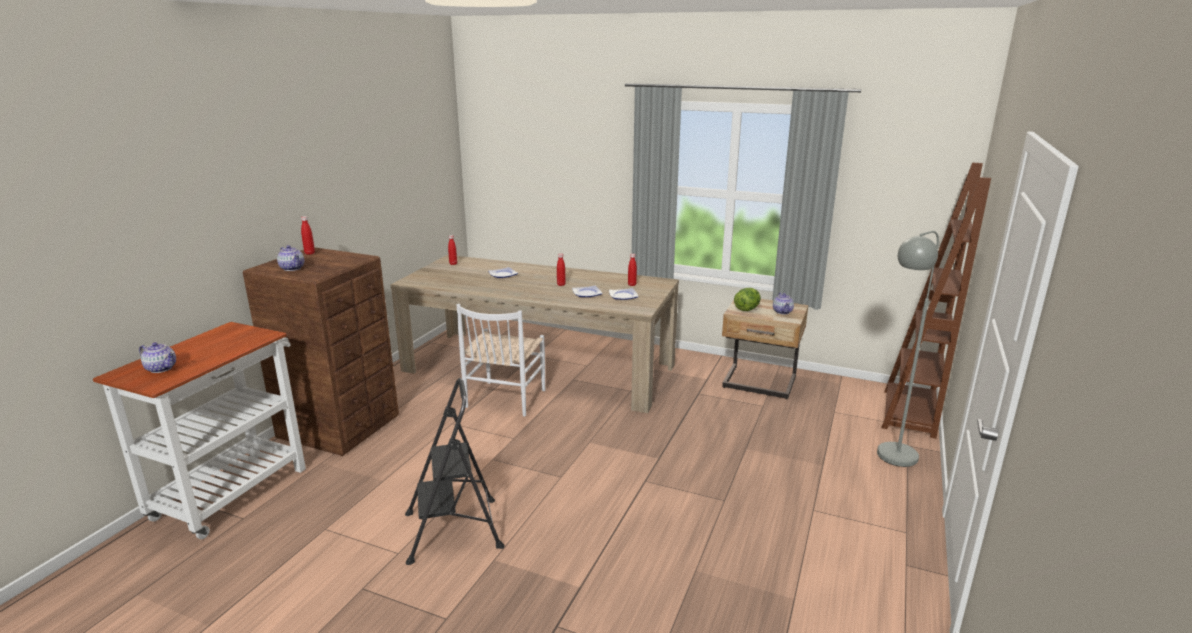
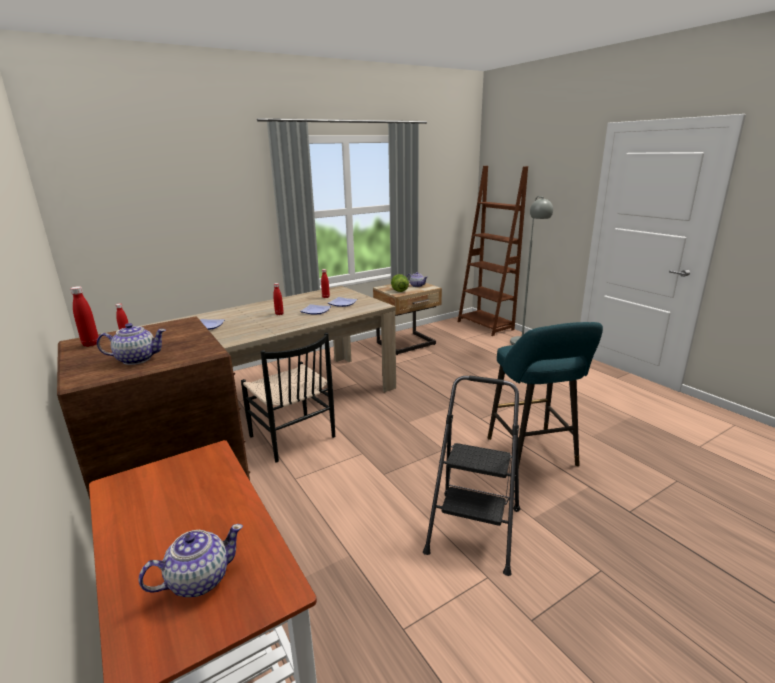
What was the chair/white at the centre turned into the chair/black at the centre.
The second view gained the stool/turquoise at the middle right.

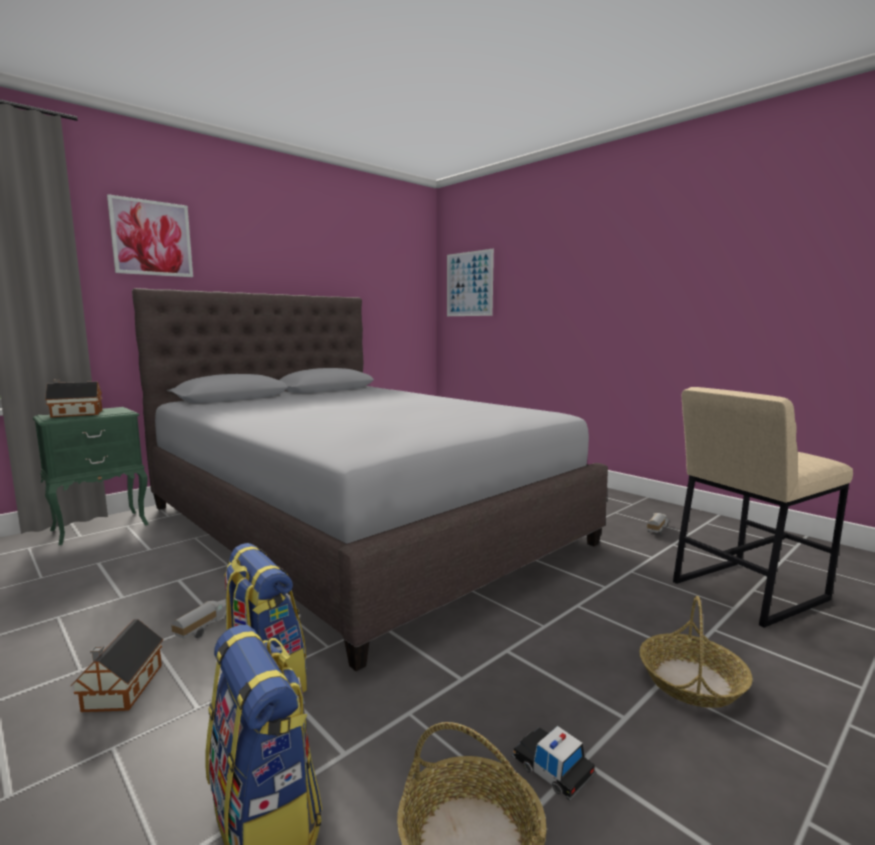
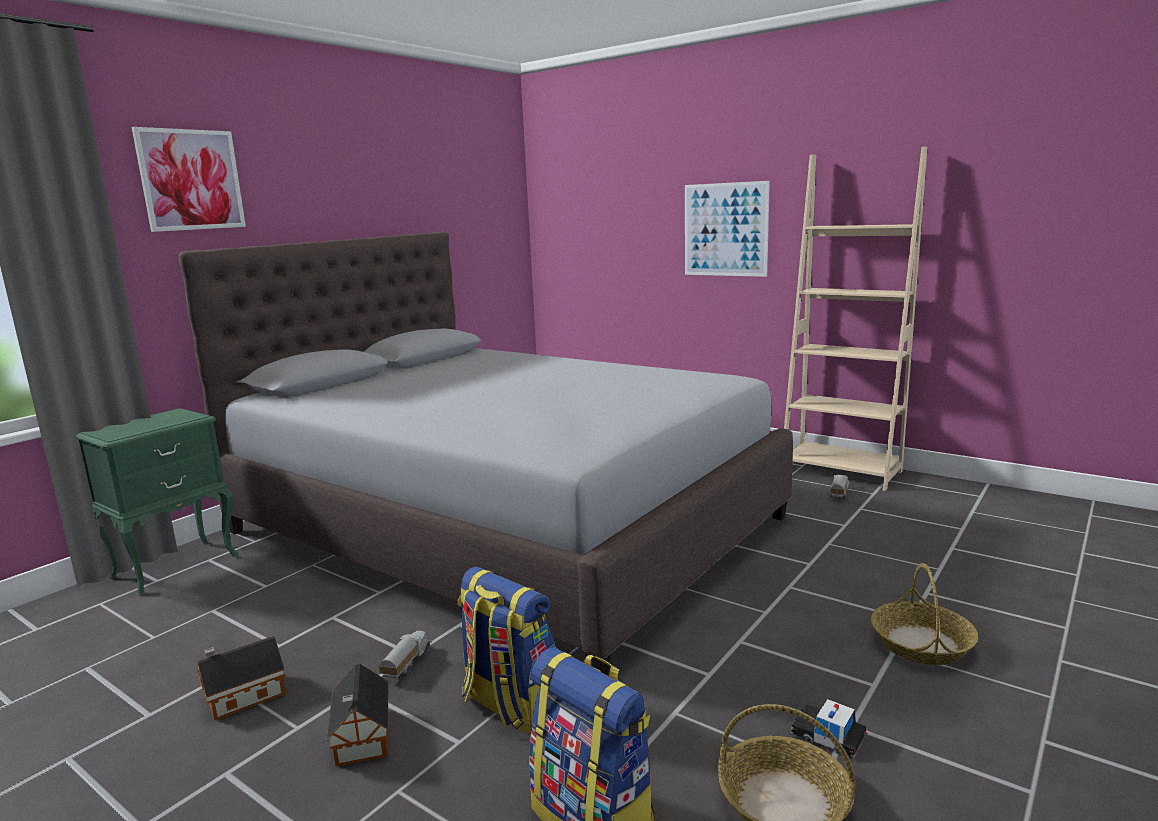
The toy house (1st from left) ended up elsewhere, having gone from the middle left to the bottom left.
The picture (2nd from left) ended up elsewhere, having gone from the centre to the top centre.
The second view lost the chair/beige at the middle right.
The second view gained the bookcase/beige at the middle right.

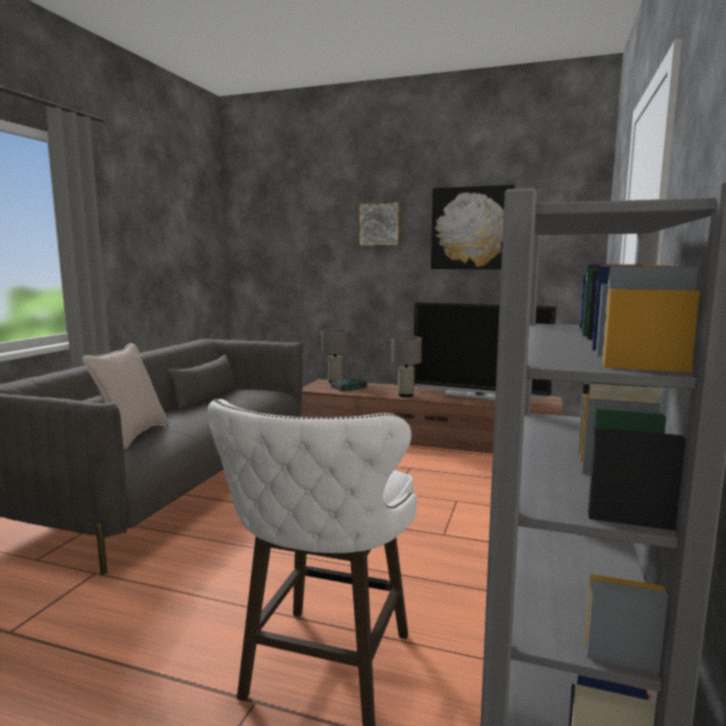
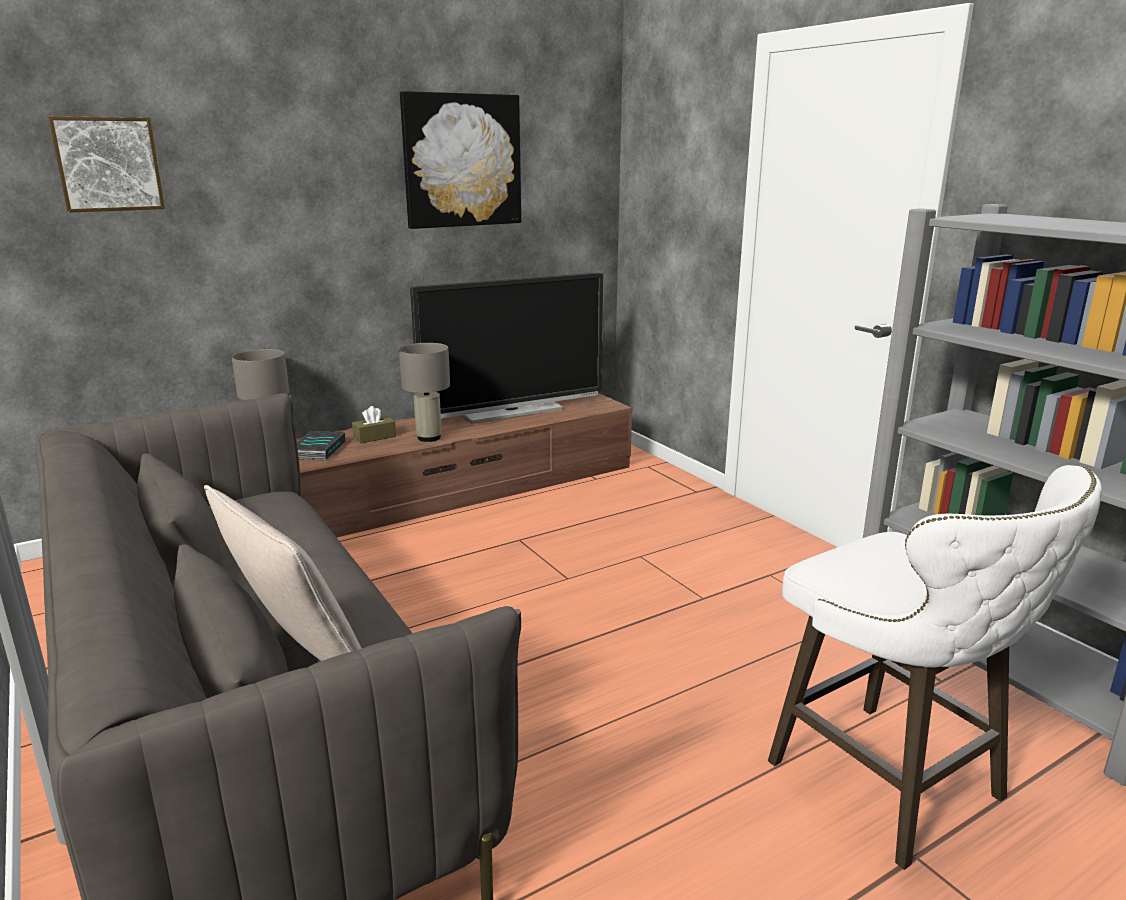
The picture (1st from left) ended up elsewhere, having gone from the top centre to the top left.
The second view gained the tissue box/brown at the middle left.

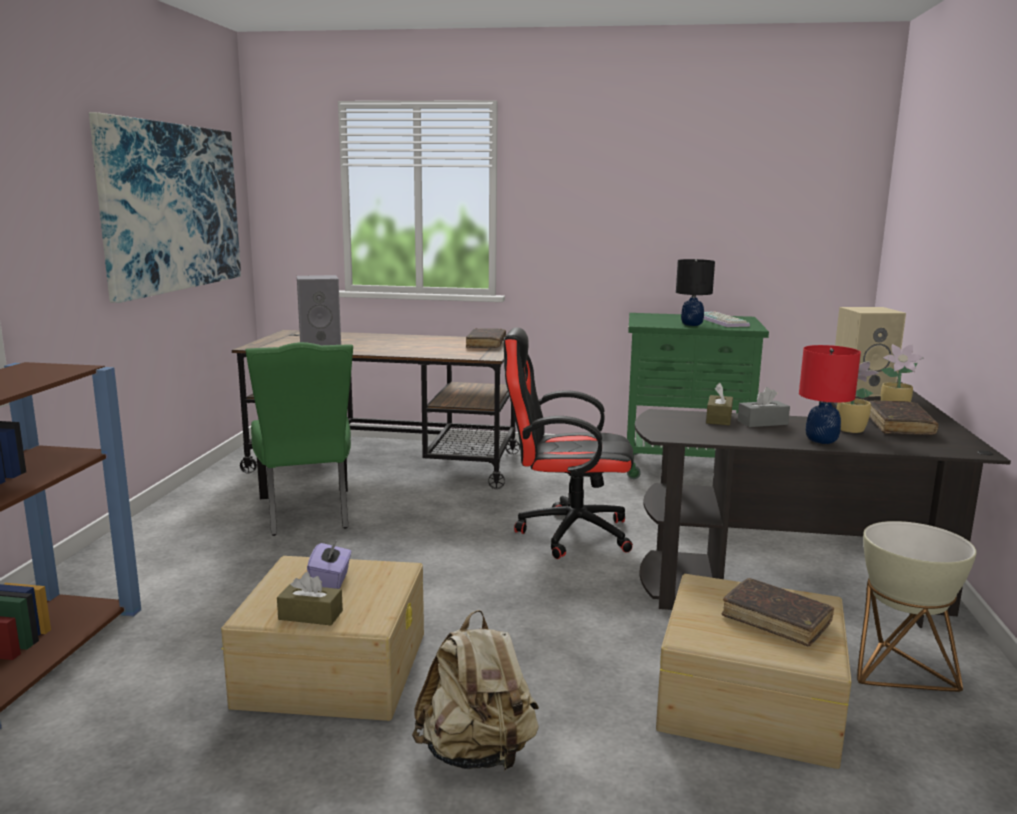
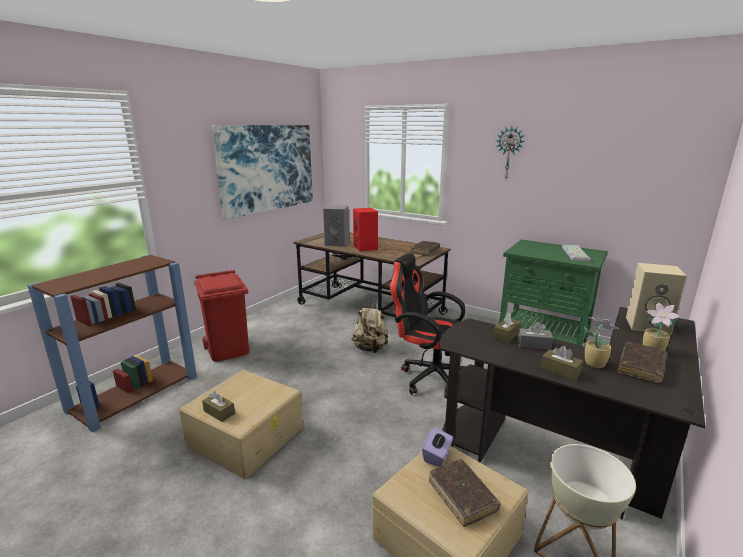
The second view lost the chair/green at the middle left.
The tissue box/purple ended up elsewhere, having gone from the bottom left to the bottom centre.
The backpack/beige ended up elsewhere, having gone from the bottom centre to the centre.
The second view lost the table lamp/black at the middle right.
Where the table lamp/red stood at the middle right, the tissue box/brown (3rd from left) came to stand at the middle right.
The second view gained the trash can/red at the middle left.
The second view gained the speaker/red at the centre.
The second view gained the wall clock at the top right.

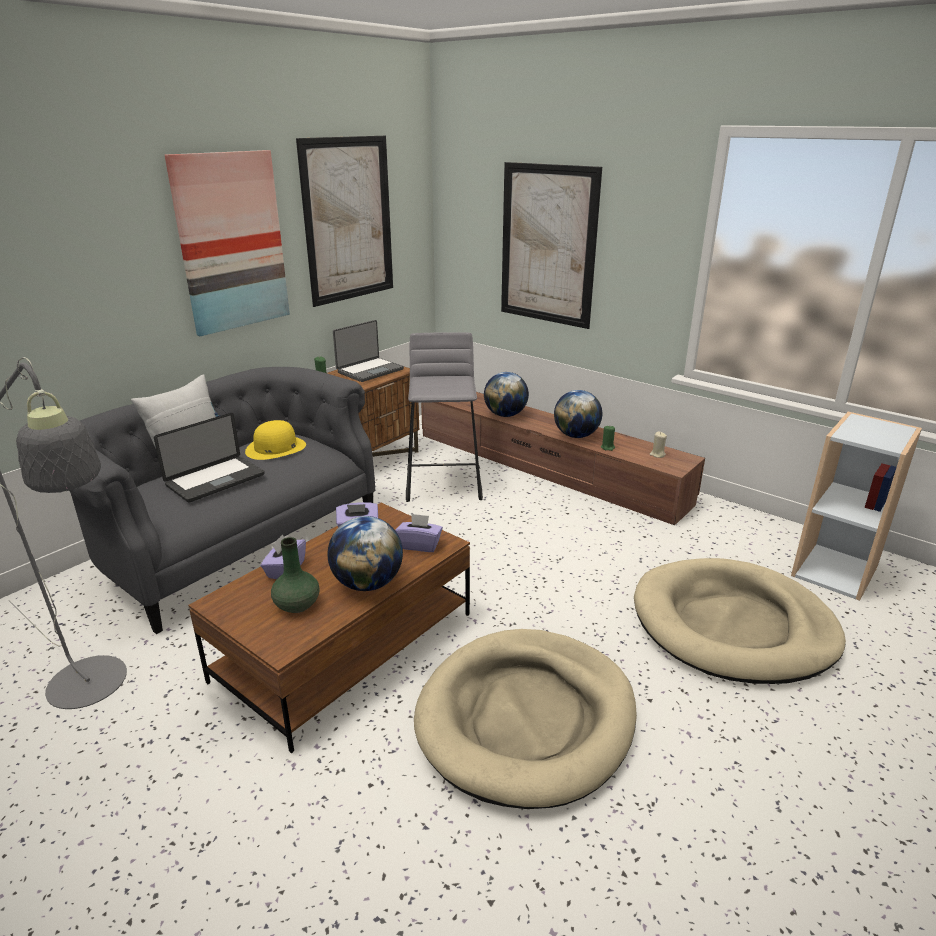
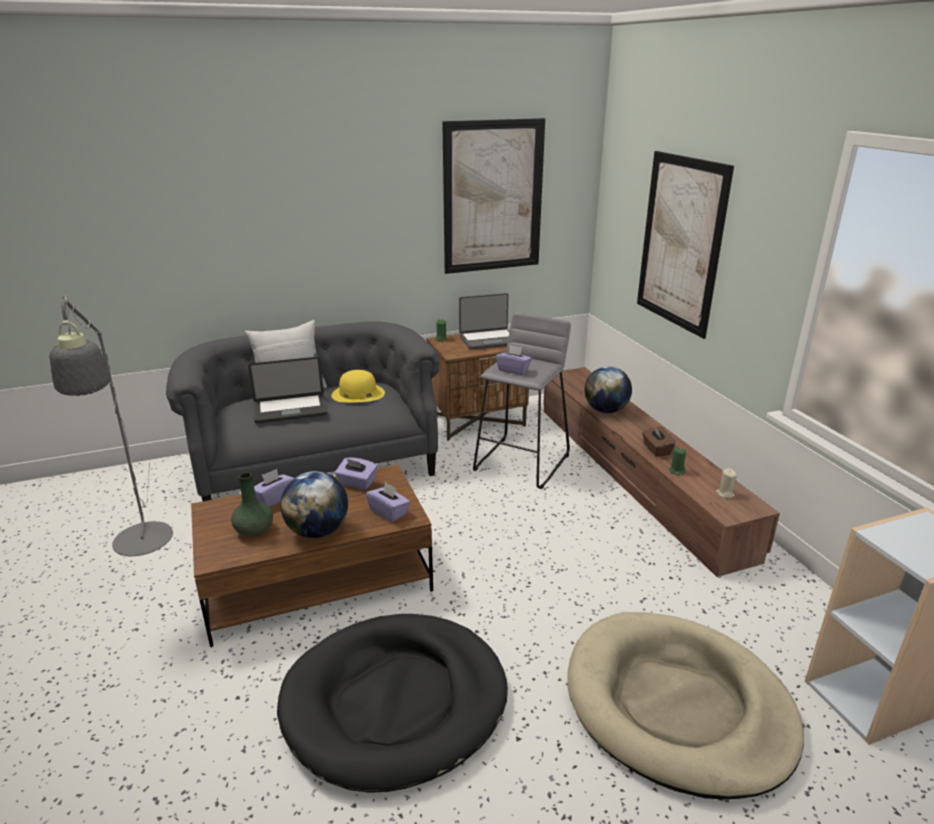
The second view lost the picture (1st from left) at the top left.
What was the dog bed/beige (1st from left) at the bottom centre turned into the dog bed/black at the bottom centre.
Where the globe (3rd from left) stood at the centre, the tissue box/brown came to stand at the middle right.
The second view gained the tissue box/purple (4th from left) at the centre.

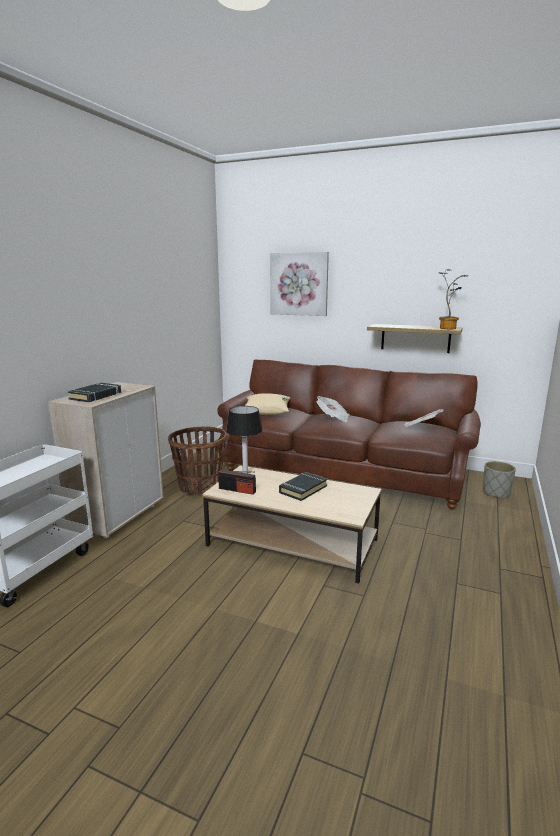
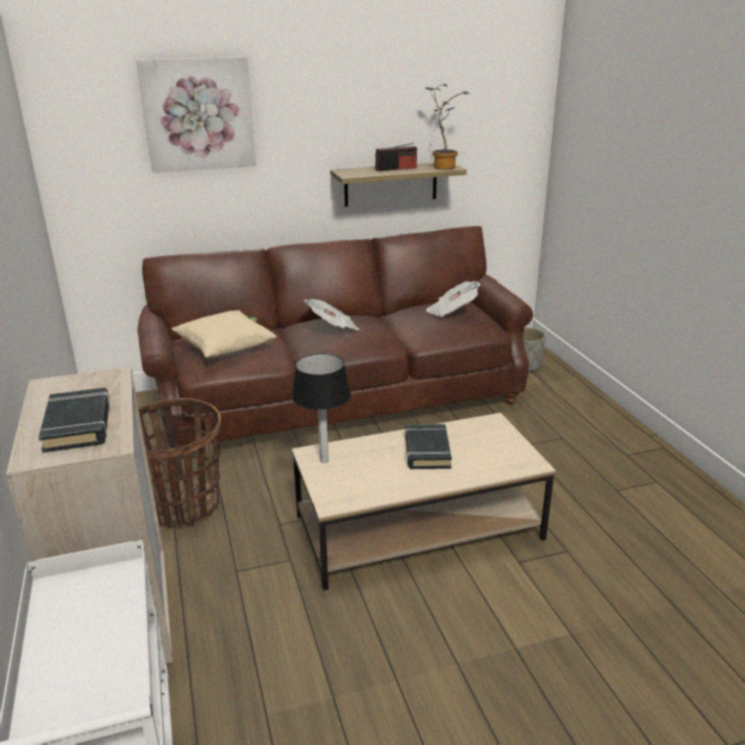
The radio ended up elsewhere, having gone from the centre to the top centre.

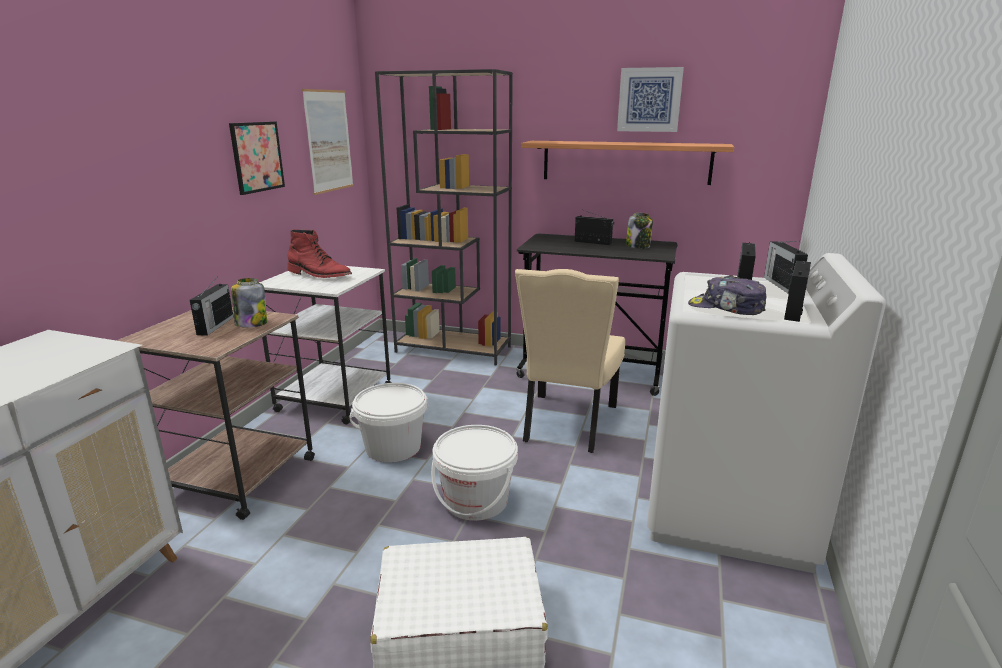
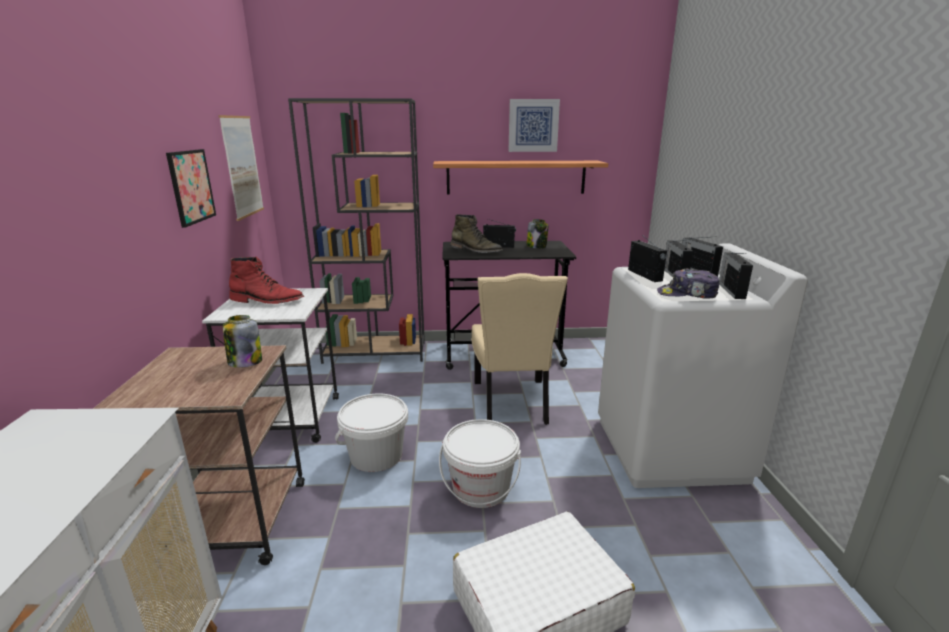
The radio (1st from left in the first image) ended up elsewhere, having gone from the middle left to the middle right.
The second view gained the boot/green at the centre.

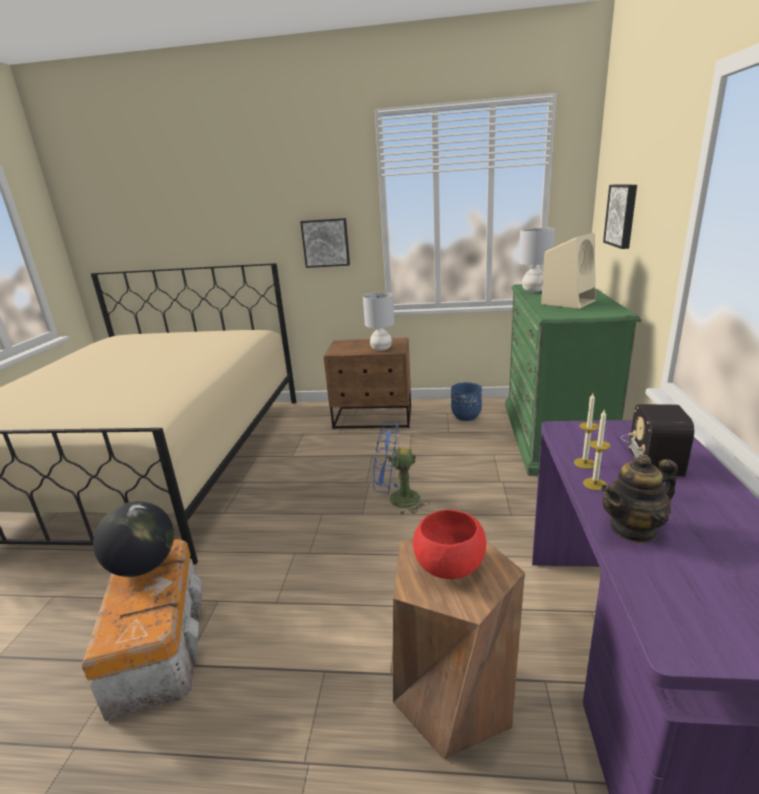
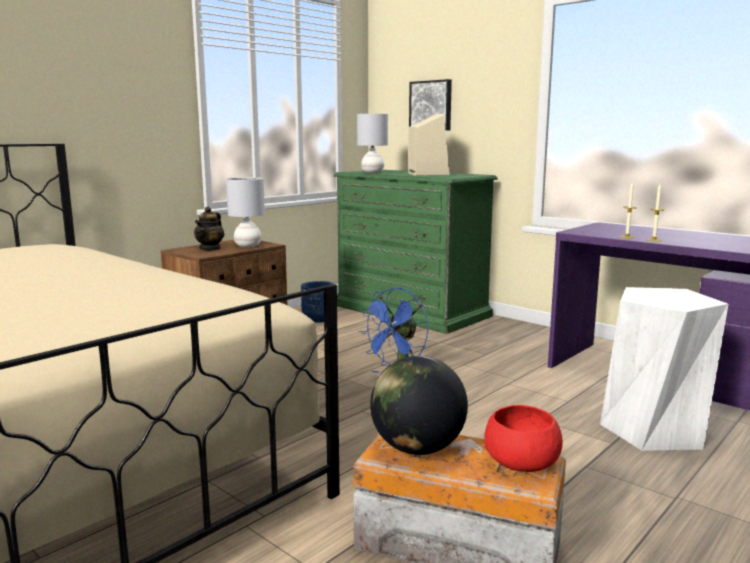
The second view lost the picture (1st from left) at the top centre.
What was the stool/brown at the bottom centre turned into the stool/white at the middle right.
The bowl/red ended up elsewhere, having gone from the bottom centre to the bottom right.
The teapot ended up elsewhere, having gone from the middle right to the middle left.
The second view lost the radio at the middle right.

